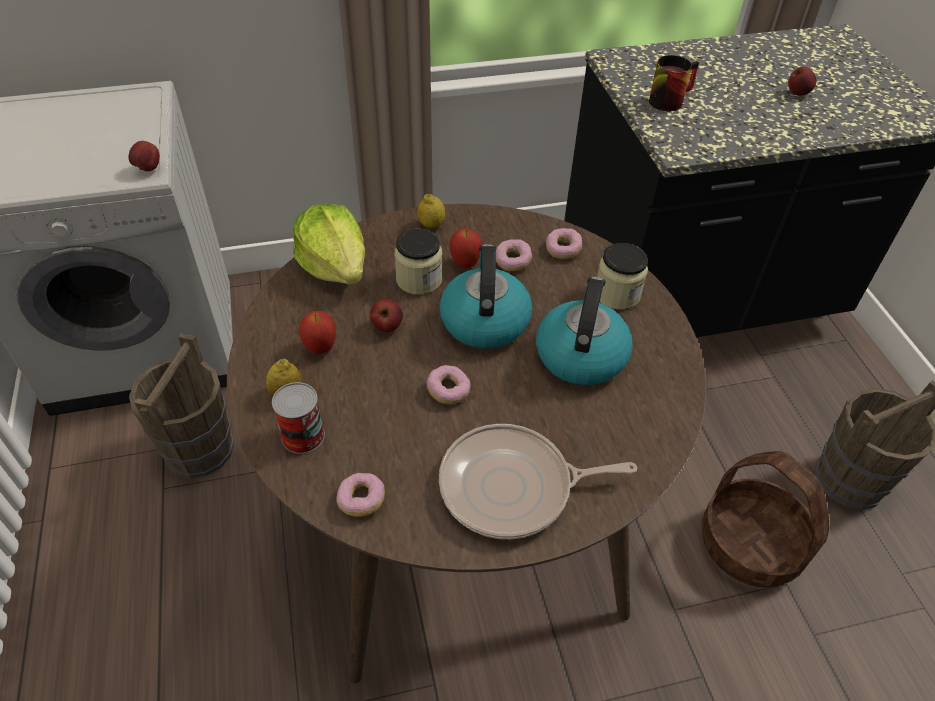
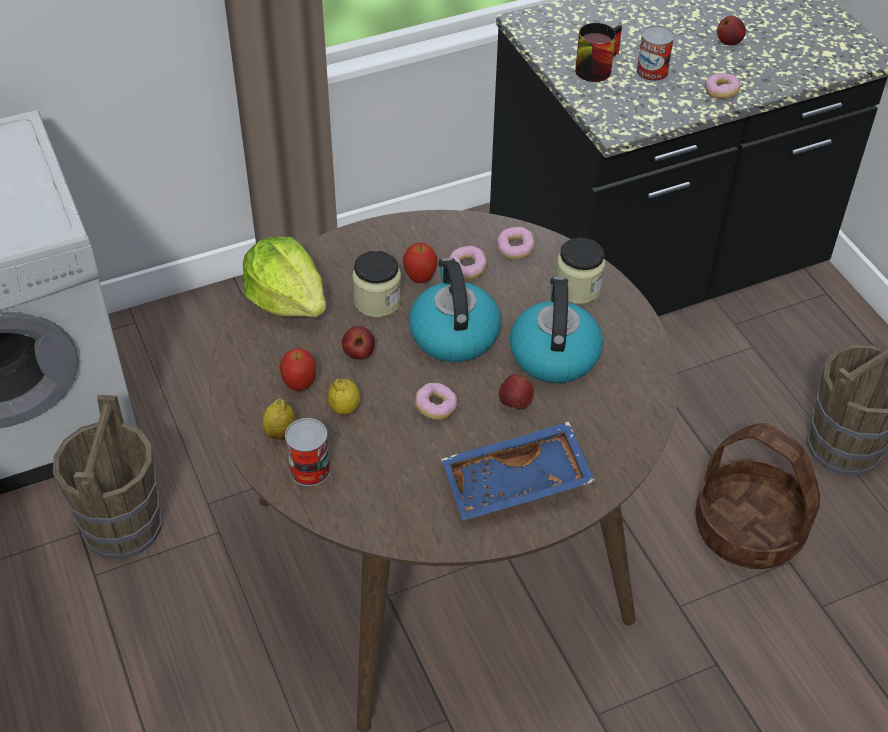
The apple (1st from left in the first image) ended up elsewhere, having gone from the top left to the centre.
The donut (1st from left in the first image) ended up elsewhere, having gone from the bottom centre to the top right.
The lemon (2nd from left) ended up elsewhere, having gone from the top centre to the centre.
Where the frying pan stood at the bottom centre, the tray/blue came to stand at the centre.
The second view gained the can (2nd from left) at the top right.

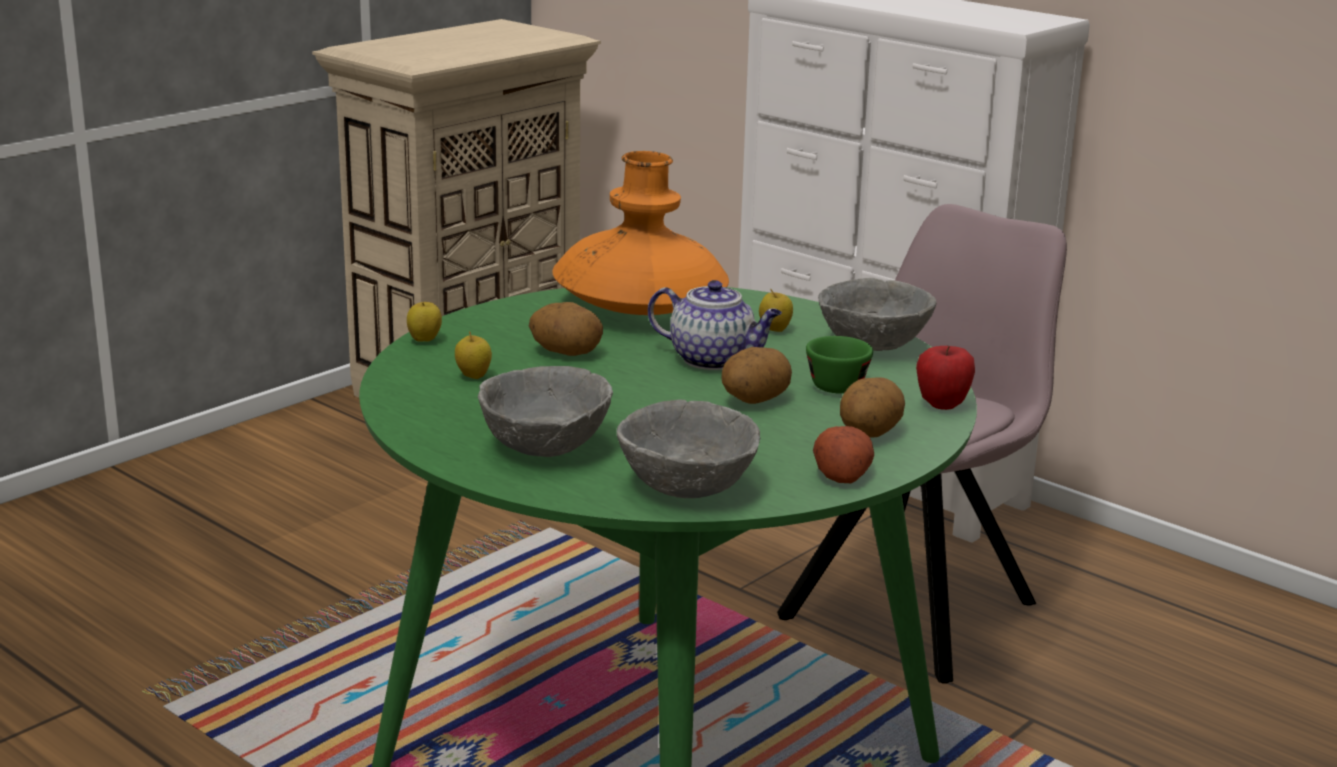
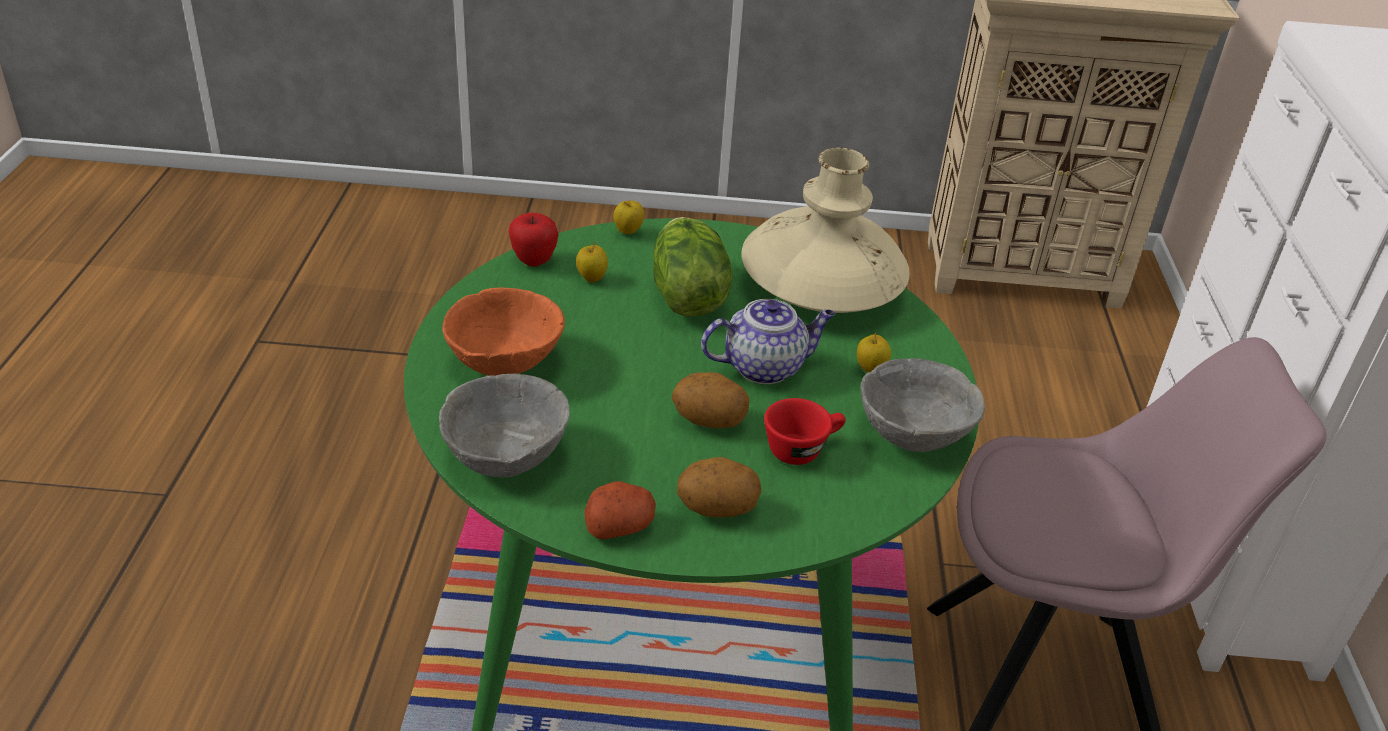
What was the bowl/grey (1st from left) at the centre turned into the bowl/orange at the centre.
Where the potato (1st from left) stood at the centre, the lettuce came to stand at the centre.
What was the vase/orange at the top centre turned into the vase/beige at the top centre.
The teapot at the centre ended up facing another way, 90 degrees counterclockwise from before.
What was the cup/green at the centre turned into the cup/red at the centre.
The apple (4th from left in the first image) ended up elsewhere, having gone from the middle right to the top centre.

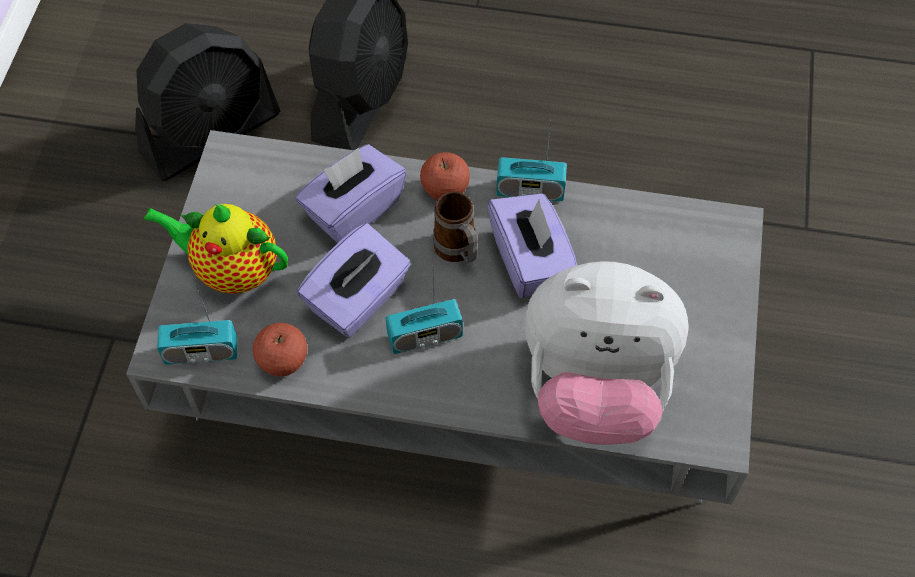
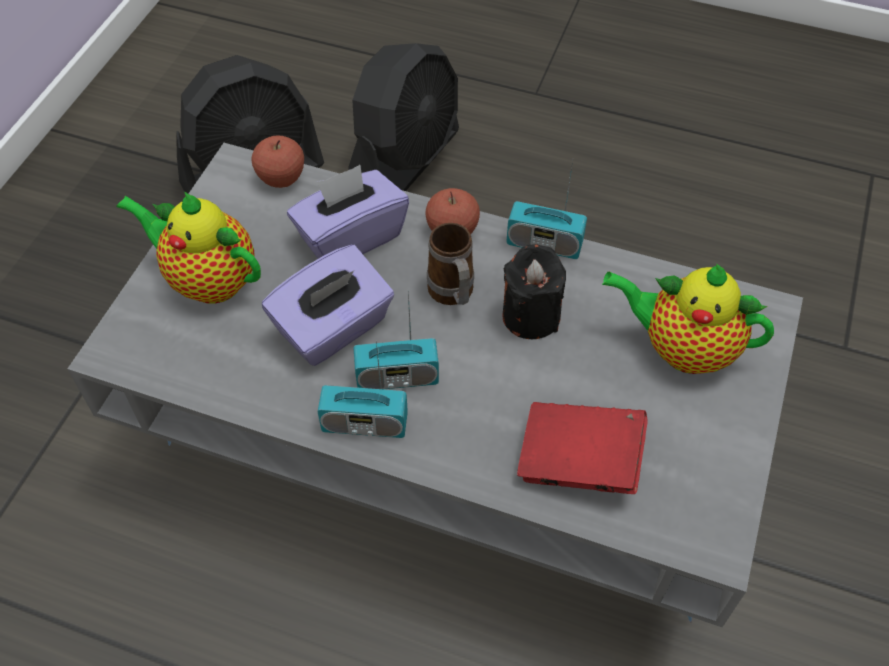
The radio (1st from left) ended up elsewhere, having gone from the middle left to the centre.
The apple (1st from left) ended up elsewhere, having gone from the middle left to the top left.
Where the tissue box/purple (3rd from left) stood at the centre, the candle/black came to stand at the centre.
Where the plush toy stood at the centre, the book/red came to stand at the bottom centre.
The second view gained the teapot (2nd from left) at the middle right.

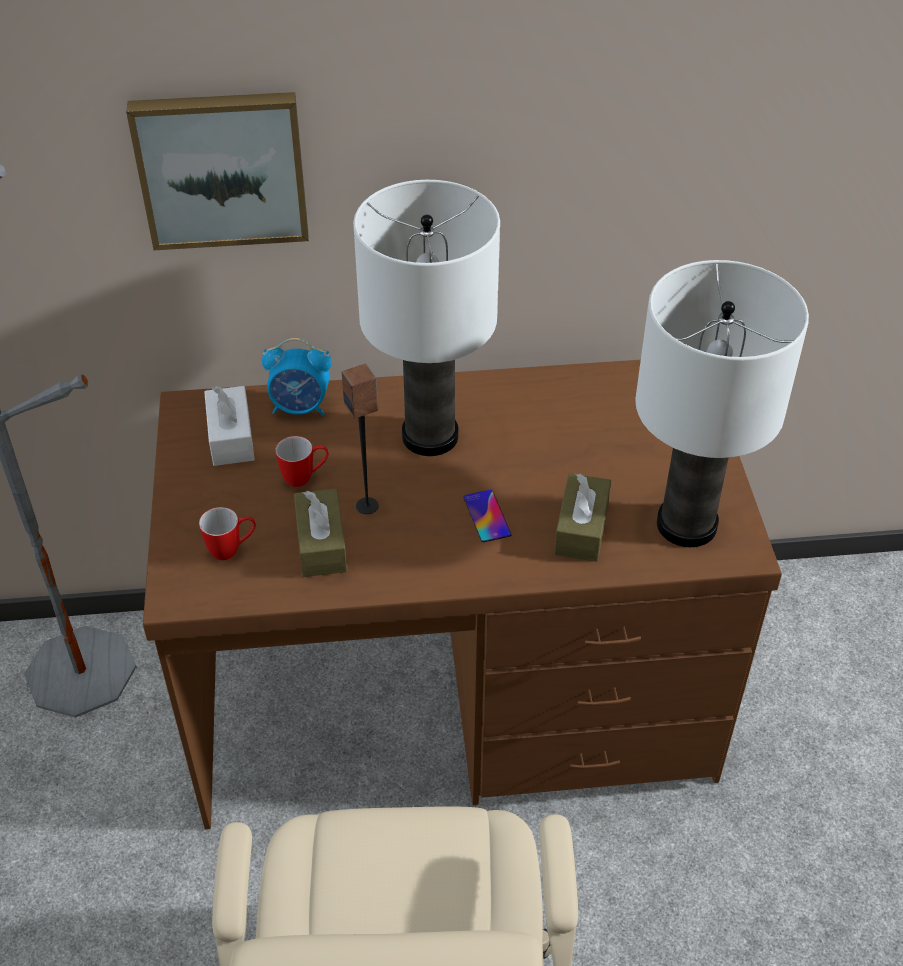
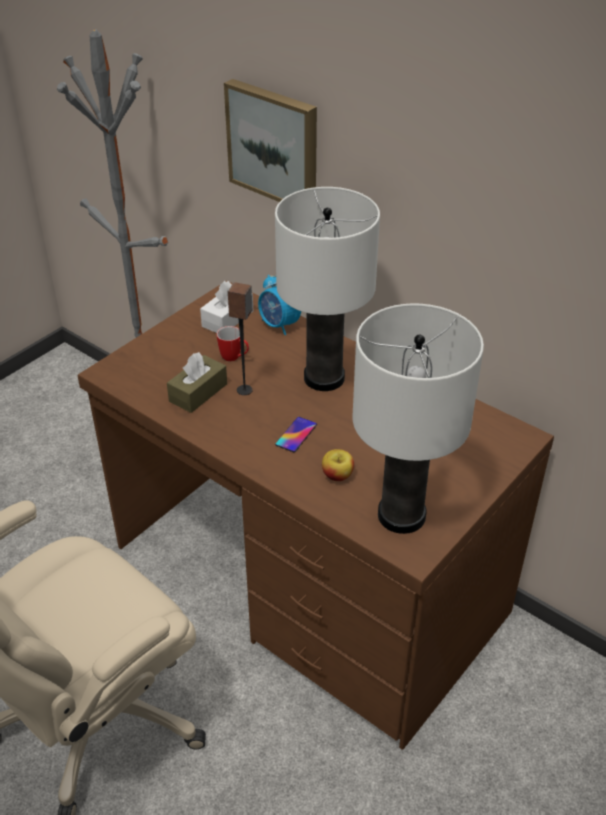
The second view lost the mug (1st from left) at the middle left.
Where the tissue box/brown (2nd from left) stood at the centre, the apple came to stand at the centre.

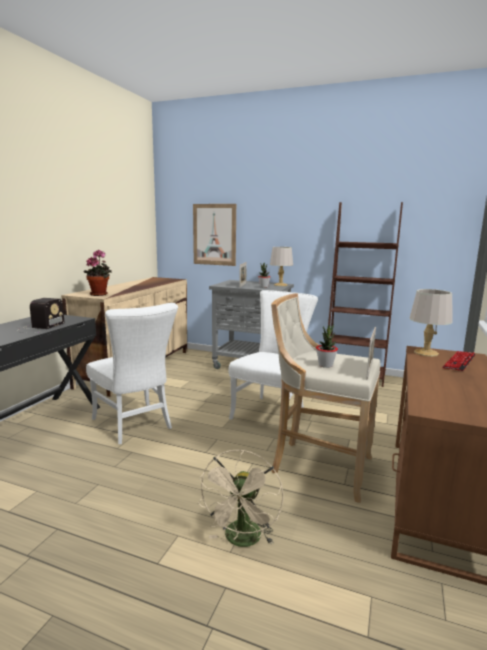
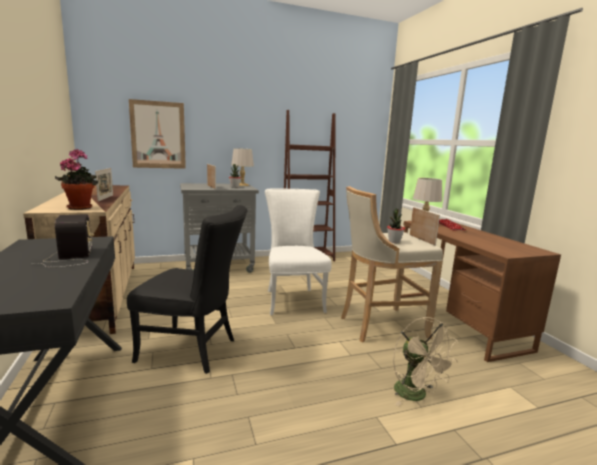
What was the chair/white (1st from left) at the middle left turned into the chair/black at the middle left.
The second view gained the picture frame (1st from left) at the middle left.

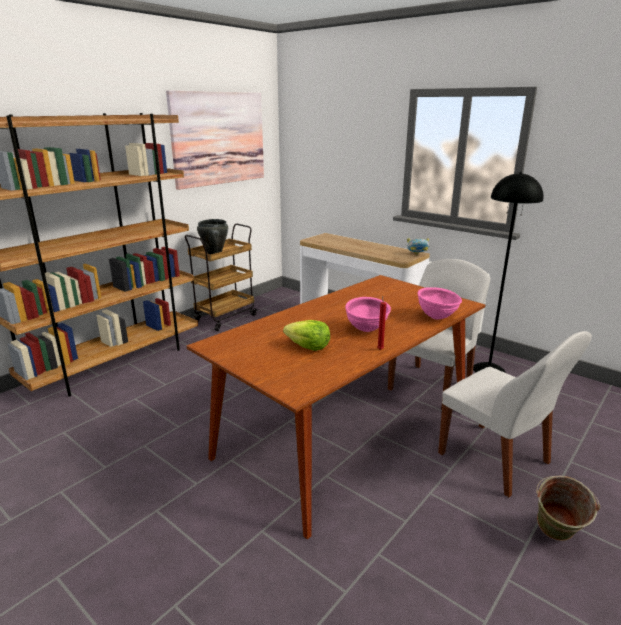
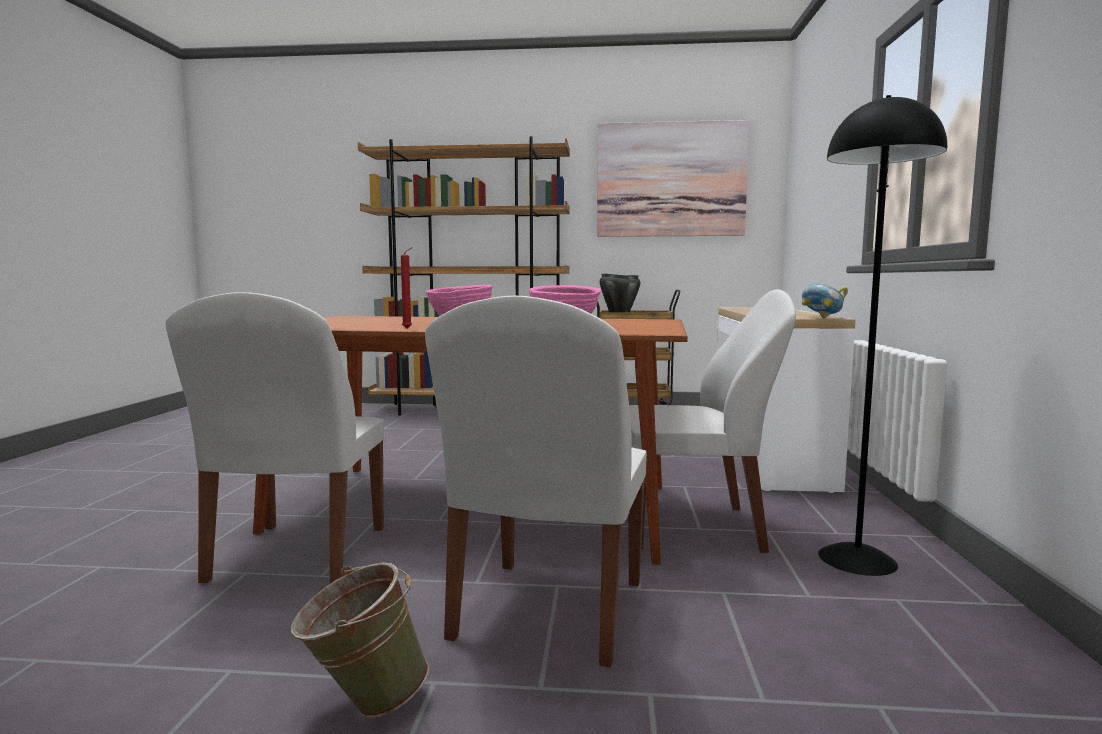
The second view lost the lettuce at the centre.
The second view gained the chair/white (1st from left) at the middle left.

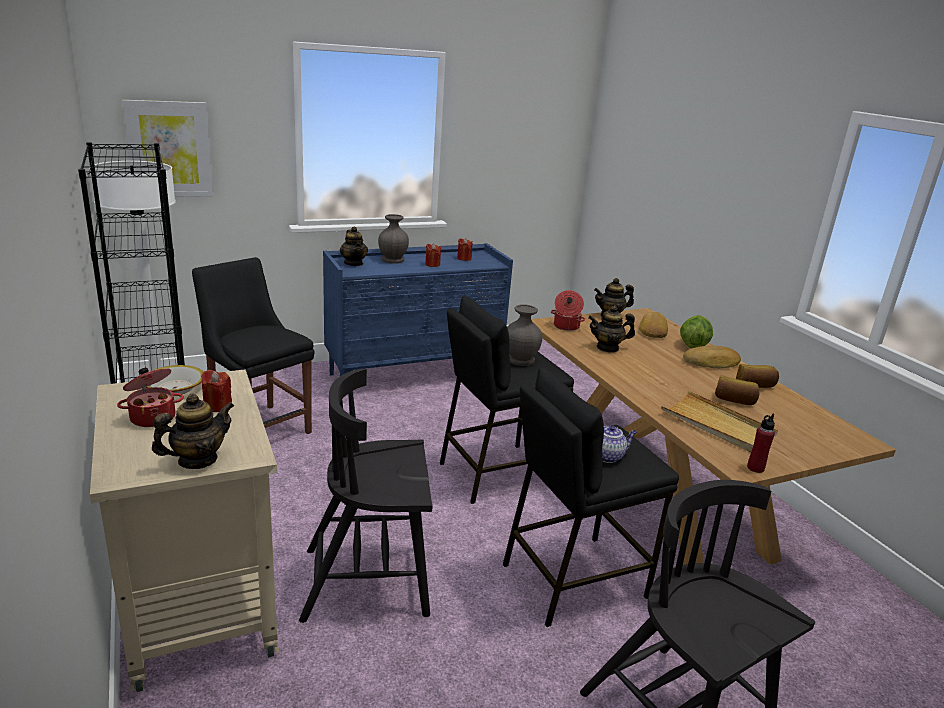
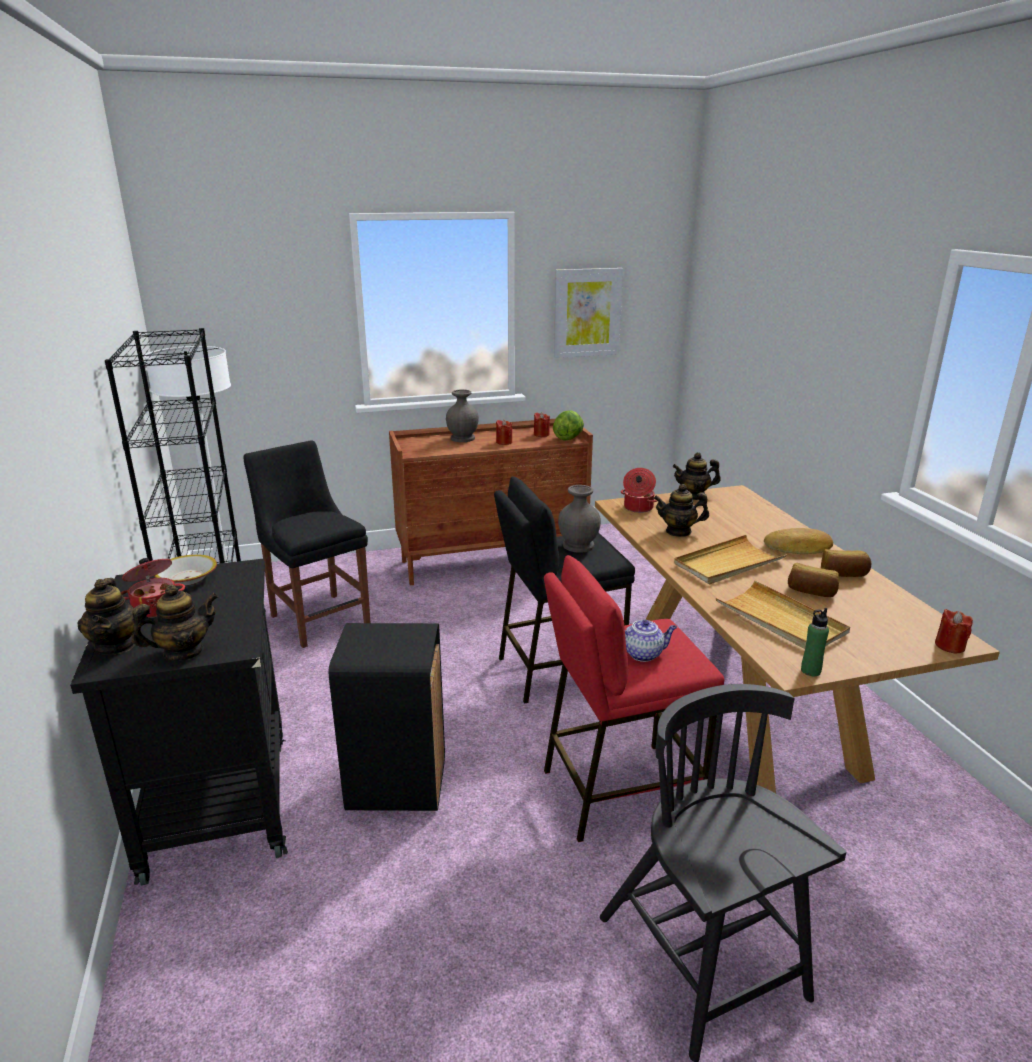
What was the cart/beige at the bottom left turned into the cart/black at the bottom left.
The picture ended up elsewhere, having gone from the top left to the top centre.
The candle/red (1st from left in the first image) ended up elsewhere, having gone from the middle left to the middle right.
Where the chair/black (2nd from left) stood at the bottom centre, the trash can/black came to stand at the bottom centre.
What was the cabinet/blue at the centre turned into the cabinet/brown at the centre.
The teapot (2nd from left in the first image) ended up elsewhere, having gone from the centre to the middle left.
What was the stool/black (2nd from left) at the bottom centre turned into the stool/red at the centre.
The second view lost the bread (1st from left) at the middle right.
The lettuce ended up elsewhere, having gone from the middle right to the centre.
What was the bottle/red at the middle right turned into the bottle/green at the middle right.
The second view gained the tray/beige (1st from left) at the middle right.

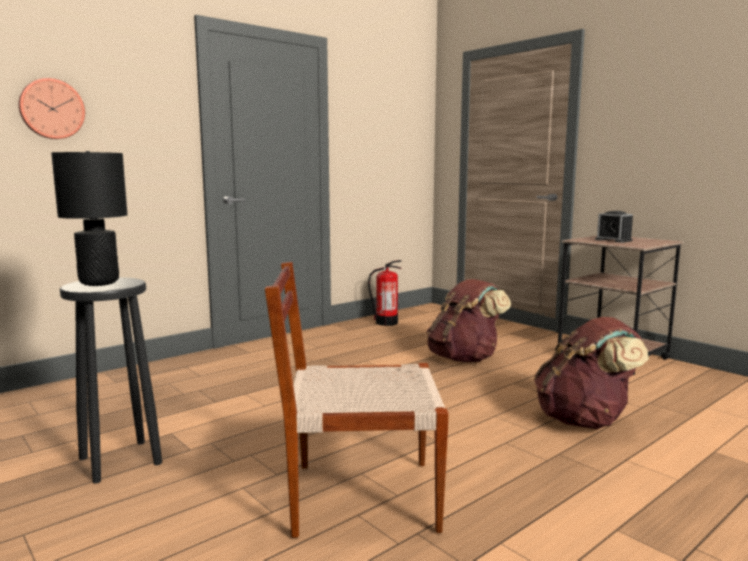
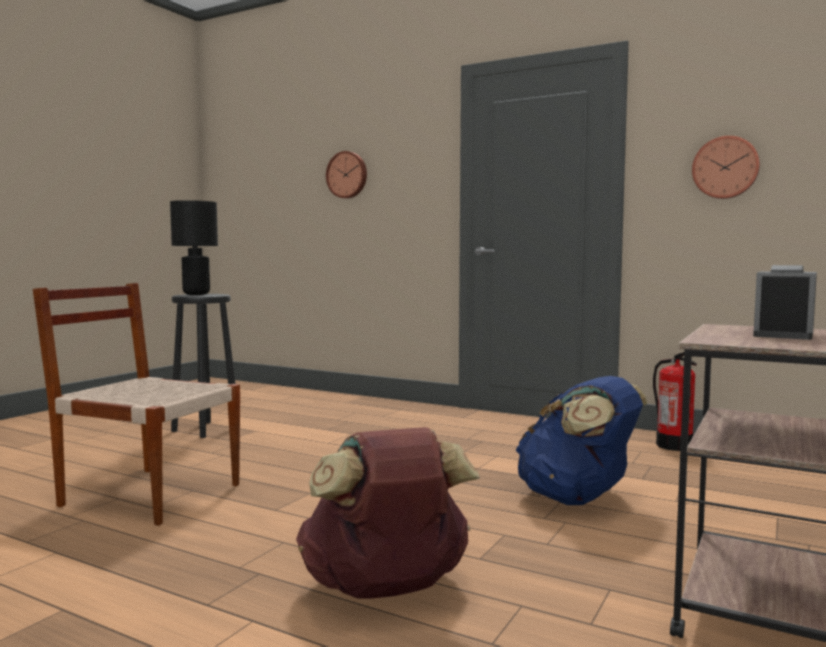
The chair at the bottom centre ended up facing another way, 45 degrees counterclockwise from before.
What was the backpack/brown (1st from left) at the centre turned into the backpack/blue at the bottom right.
The second view gained the wall clock (2nd from left) at the top right.

